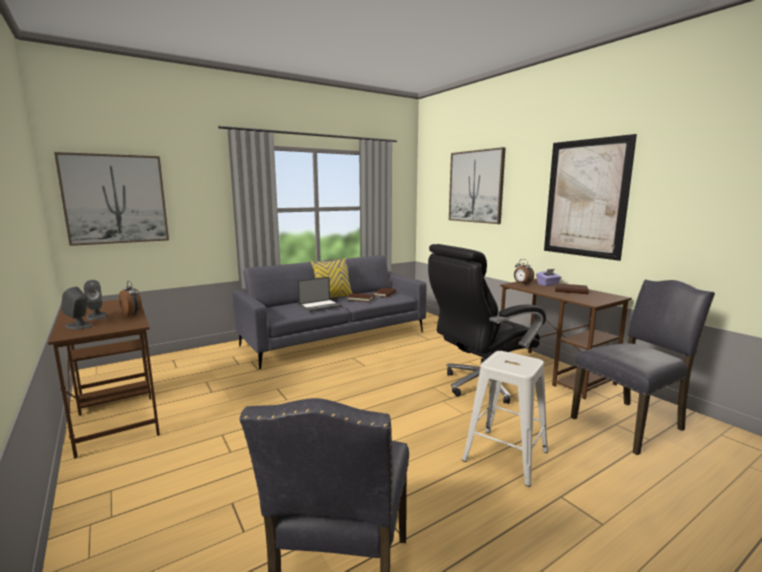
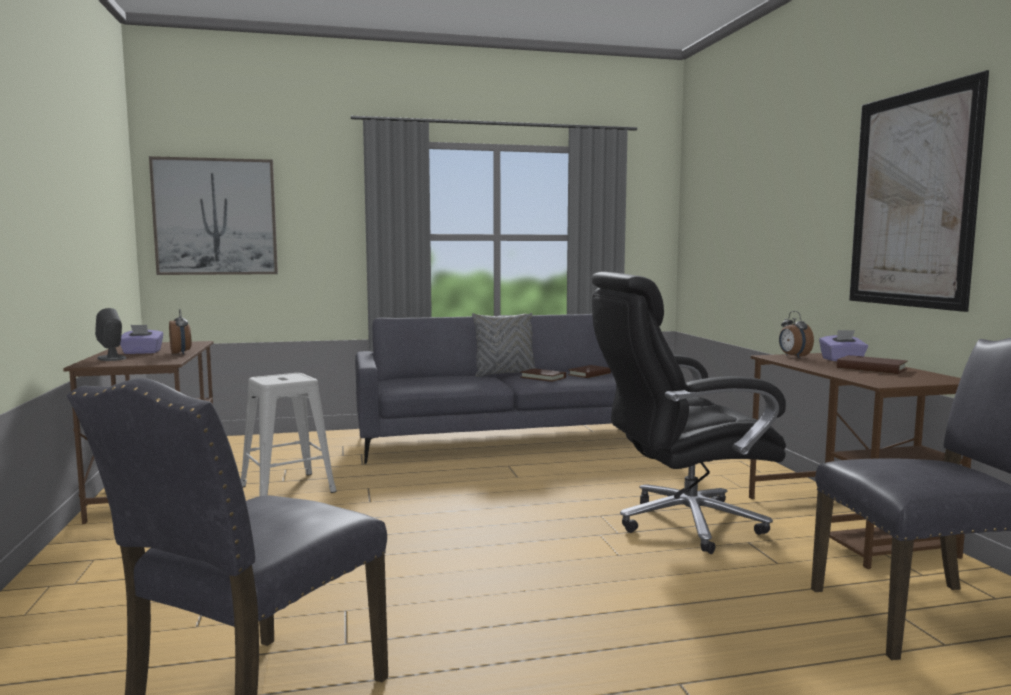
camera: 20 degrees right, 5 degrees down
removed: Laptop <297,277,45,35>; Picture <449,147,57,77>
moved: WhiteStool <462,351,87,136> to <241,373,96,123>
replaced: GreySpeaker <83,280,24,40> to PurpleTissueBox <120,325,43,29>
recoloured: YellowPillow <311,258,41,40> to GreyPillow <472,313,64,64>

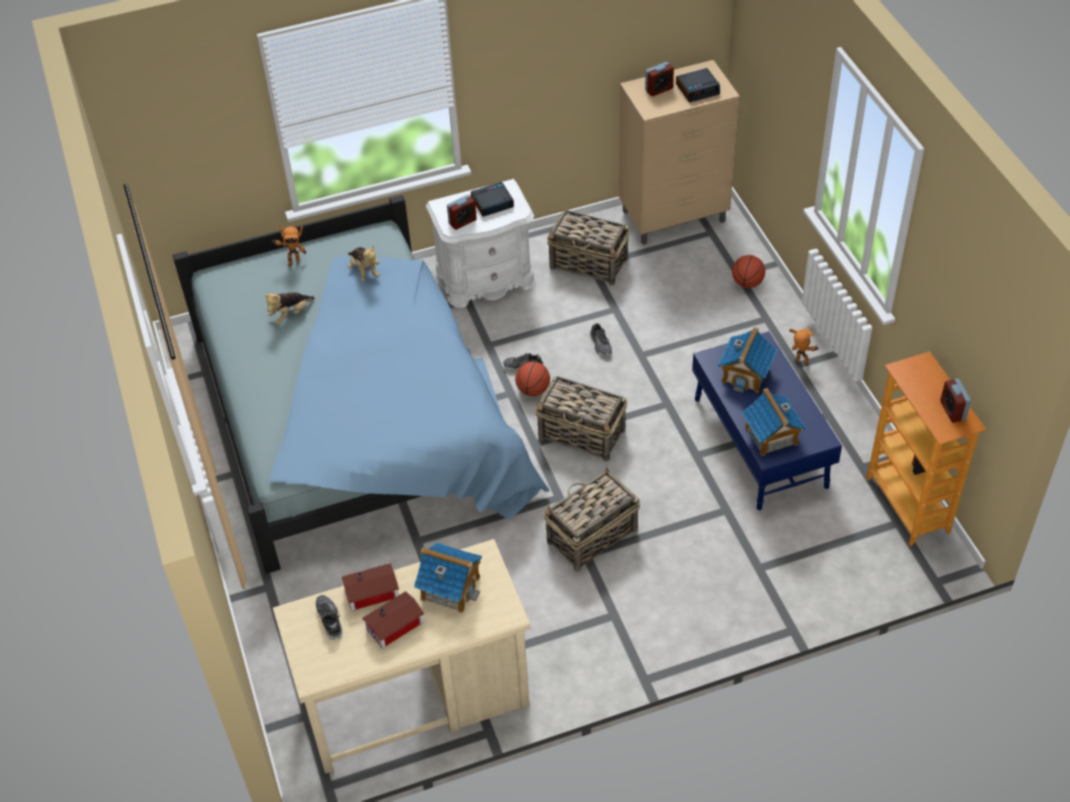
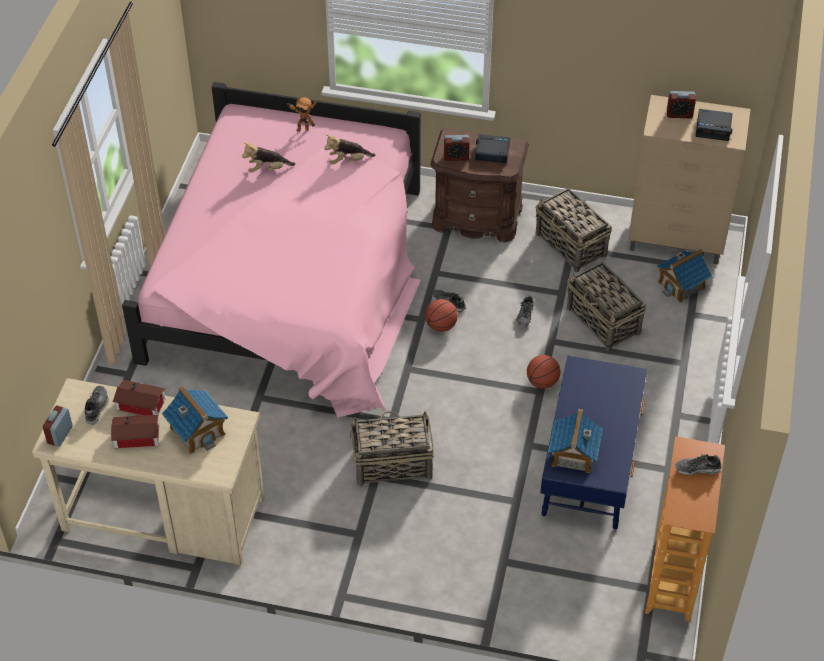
camera: 30 degrees right, 0 degrees up
removed: ToyRobot <789,328,29,37>
added: Shoe <676,454,46,21>
moved: Basket <535,376,92,86> to <567,262,79,89>; ToyHouse <718,327,59,66> to <657,249,55,54>; Basketball <732,255,33,33> to <527,355,33,34>; AlarmClock <940,379,31,44> to <43,405,30,42>
recoloured: BlueBed <172,195,377,379> to PinkBed <122,82,299,336>; WhiteNightstand <426,179,109,129> to BrownNightstand <430,128,99,115>
turned: PlushToy <348,246,31,35> = <325,134,51,30> 75 degrees clockwise

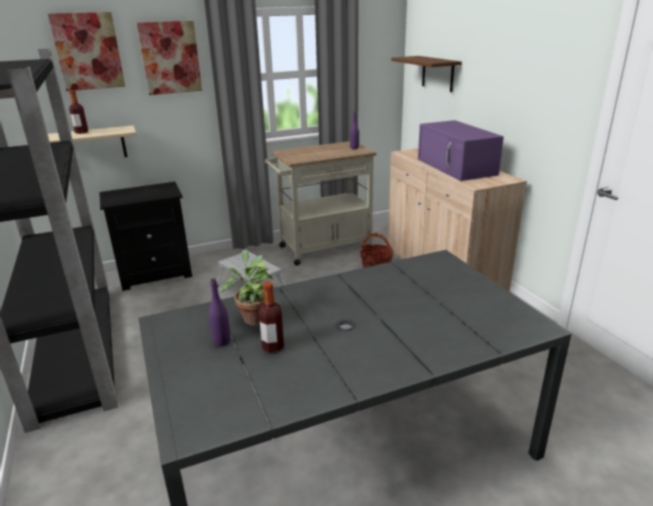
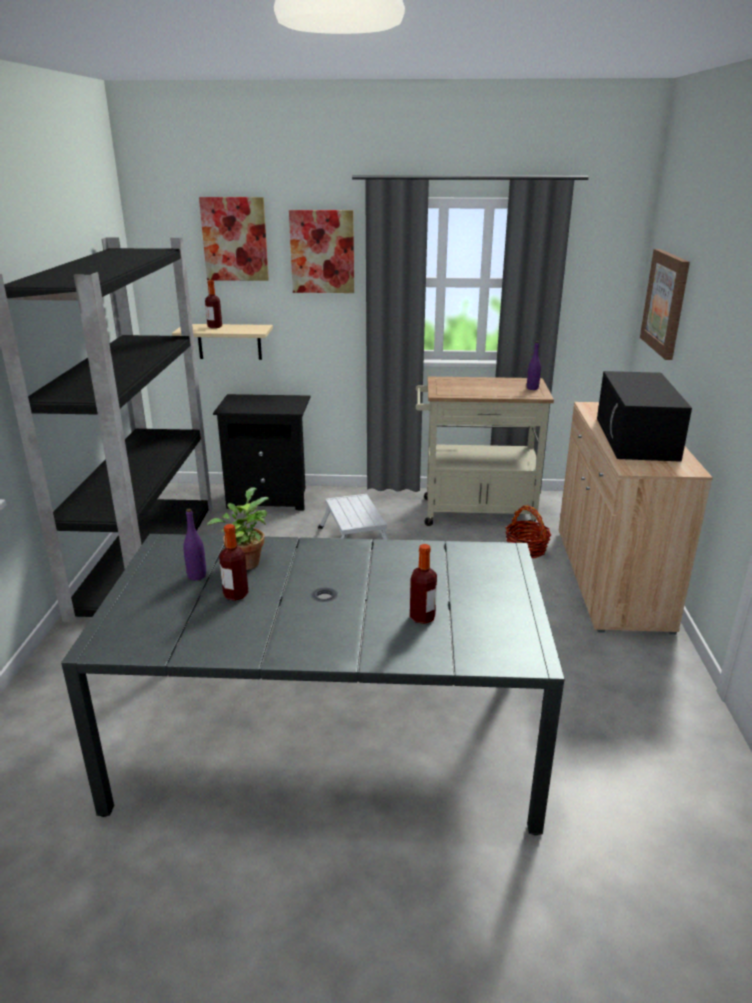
camera: 25 degrees right, 0 degrees up
added: Bottle <410,544,27,80>
replaced: BrownShelf <391,56,70,36> to Picture <640,249,50,111>
recoloured: PurpleMicrowave <418,120,86,61> to BlackMicrowave <597,371,95,91>

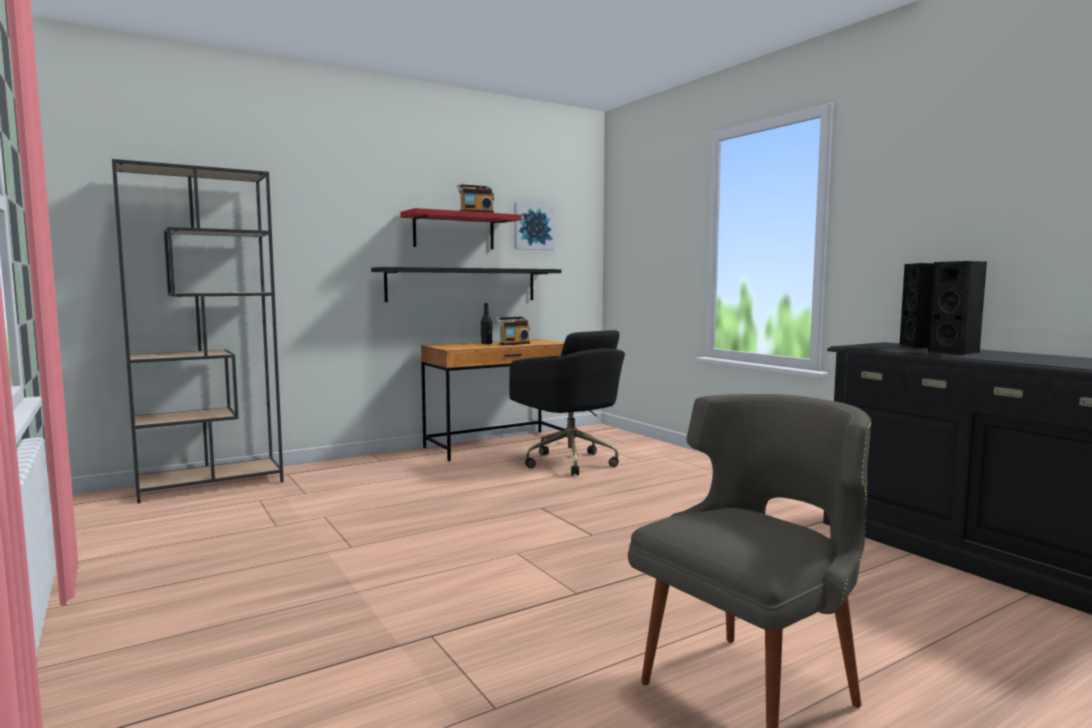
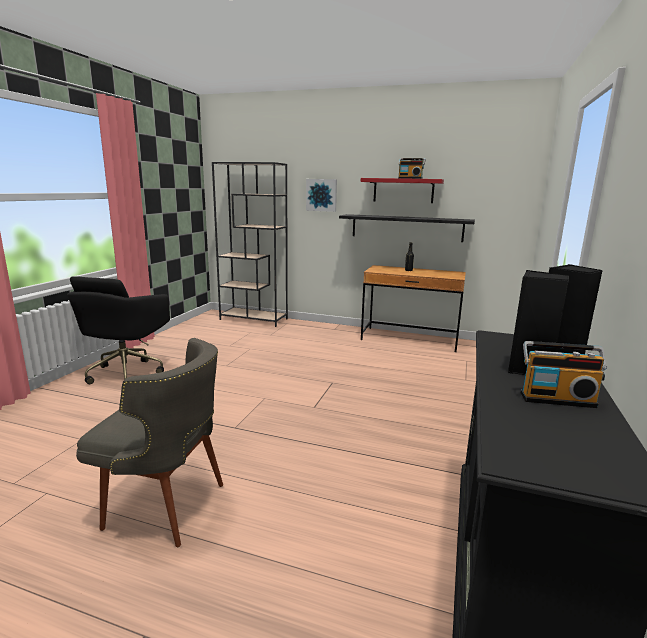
camera: 50 degrees right, 10 degrees up
moved: Radio <496,316,34,29> to <521,341,86,67>; BlackOfficeChair <509,330,116,146> to <67,276,103,108>; Picture <514,203,41,47> to <306,179,31,33>

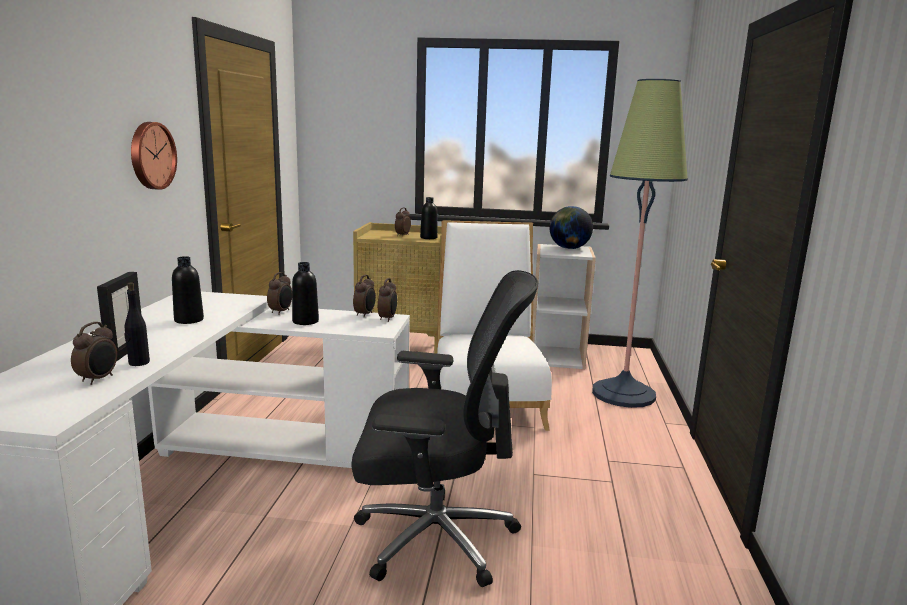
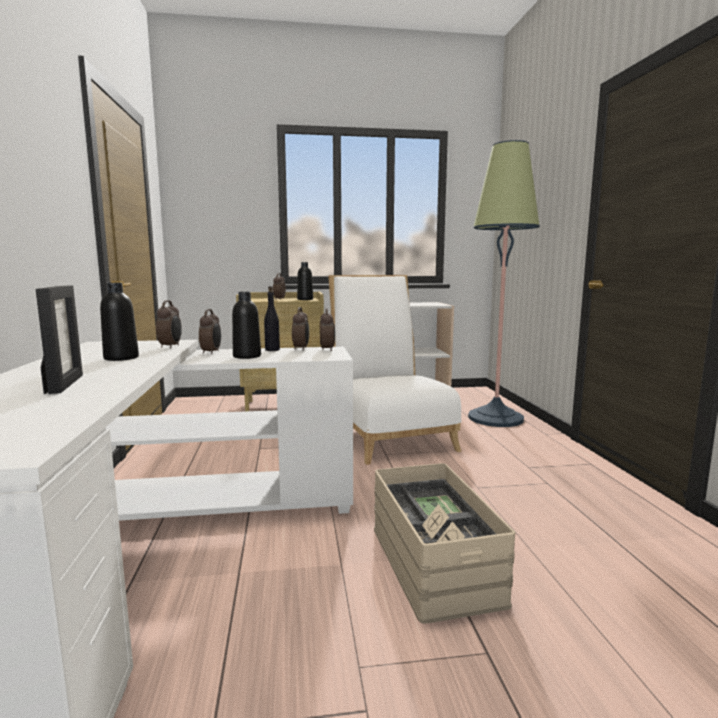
camera: 15 degrees left, 5 degrees down
removed: WallClock <131,122,46,68>; Globe <550,206,43,43>
moved: AlarmClock <71,322,46,63> to <156,300,26,48>; BlackBottle <124,282,26,84> to <264,286,16,65>
replaced: OfficeChair <351,270,187,317> to BeigeStorageBox <374,463,141,161>

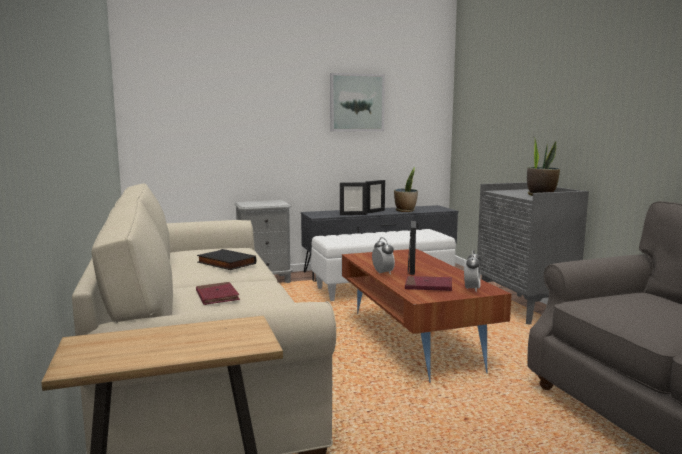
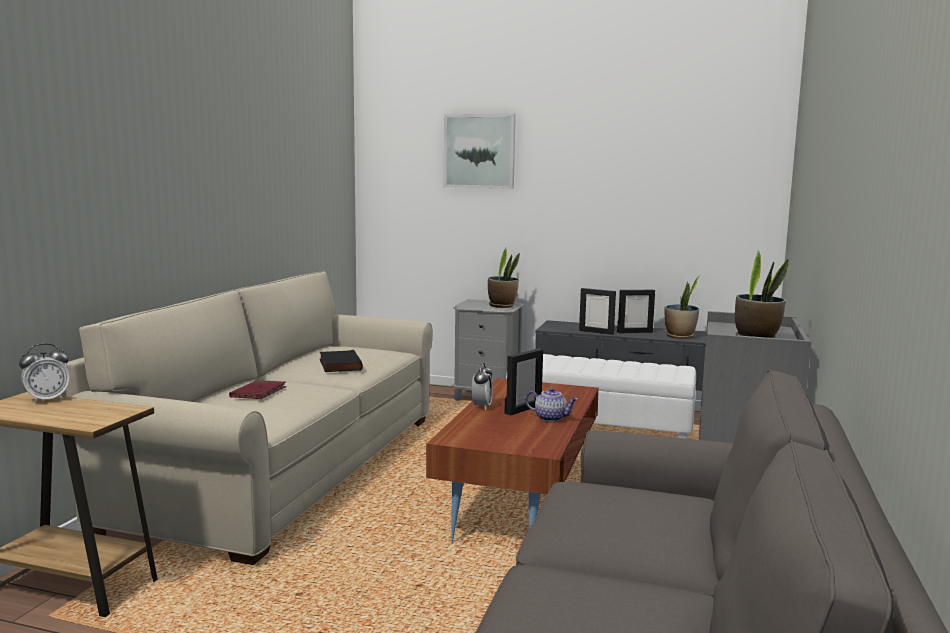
camera: 35 degrees right, 0 degrees up
removed: RedBook <405,276,47,15>
added: PottedPlant <488,247,32,61>; Teapot <526,388,52,34>
moved: Picture <330,73,55,58> to <444,114,72,75>; AlarmClock <464,249,17,43> to <19,344,51,60>

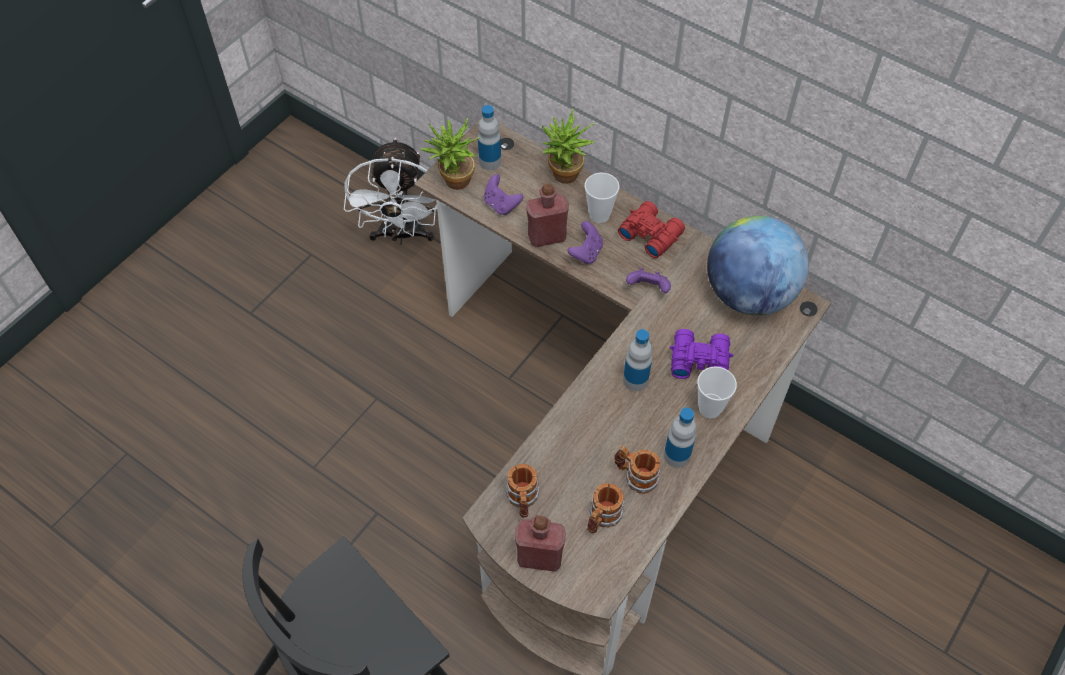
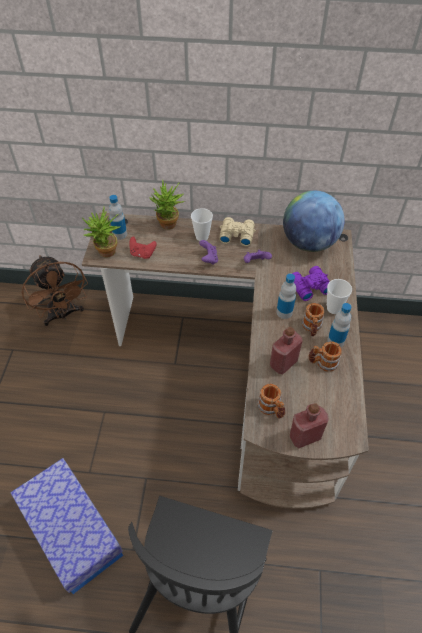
camera: 30 degrees left, 5 degrees down
added: StorageBox <11,458,112,136>
moved: RedBottle <526,184,43,63> to <270,327,32,47>; Mug <587,483,38,50> to <302,303,22,33>
recoloured: WhiteFan <344,138,93,106> to BrownFan <21,255,67,71>; PurpleGameController <484,174,39,41> to RedGameController <129,236,28,23>; RedBinoculars <618,201,67,57> to BeigeBinoculars <219,217,37,29>

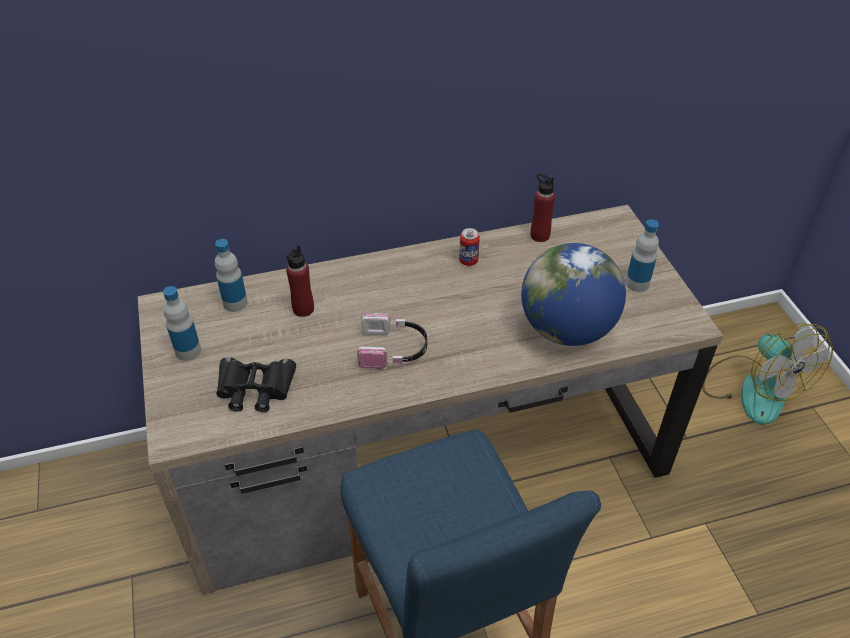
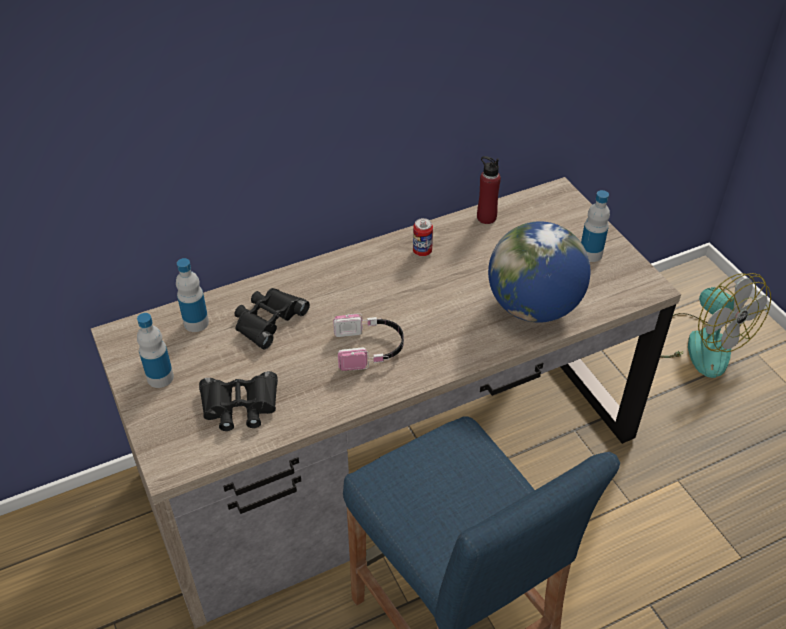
camera: 10 degrees left, 0 degrees up
replaced: RedBottle <286,245,28,72> to BlackBinoculars <235,288,75,61>

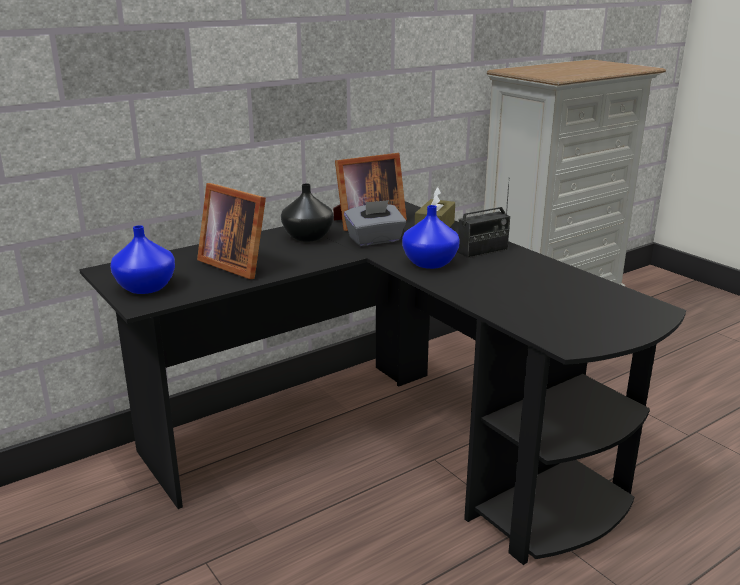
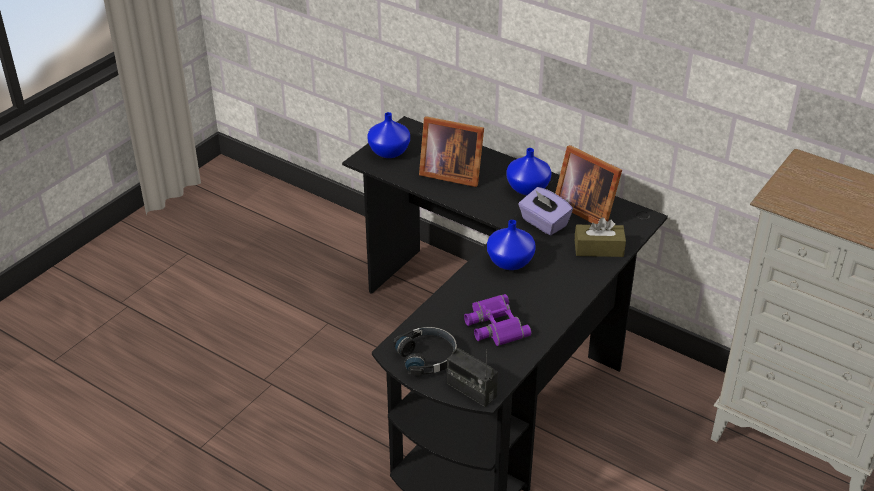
camera: 70 degrees right, 15 degrees up
added: BlackHeadphones <394,327,63,48>; PurpleBinoculars <464,294,67,52>
moved: Radio <457,177,53,81> to <447,348,51,59>
recoloured: BlackVase <281,184,52,58> to BlueVase <506,148,46,47>; GreyTissueBox <344,200,62,46> to PurpleTissueBox <518,187,55,48>
turned: PictureFrame <197,183,69,96> = <419,116,65,71> 90 degrees counterclockwise

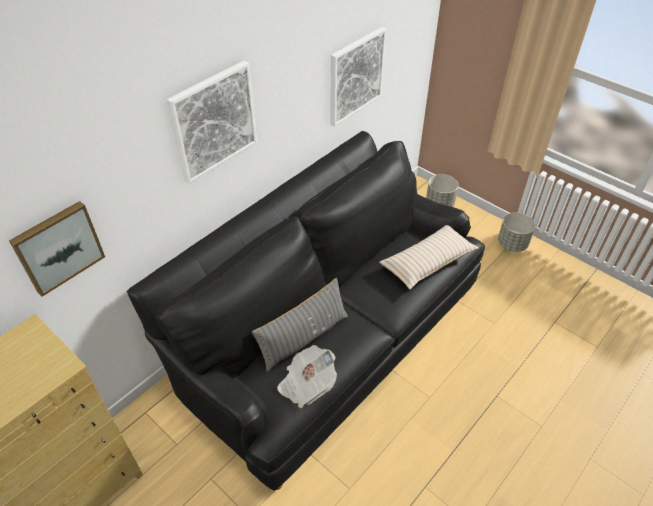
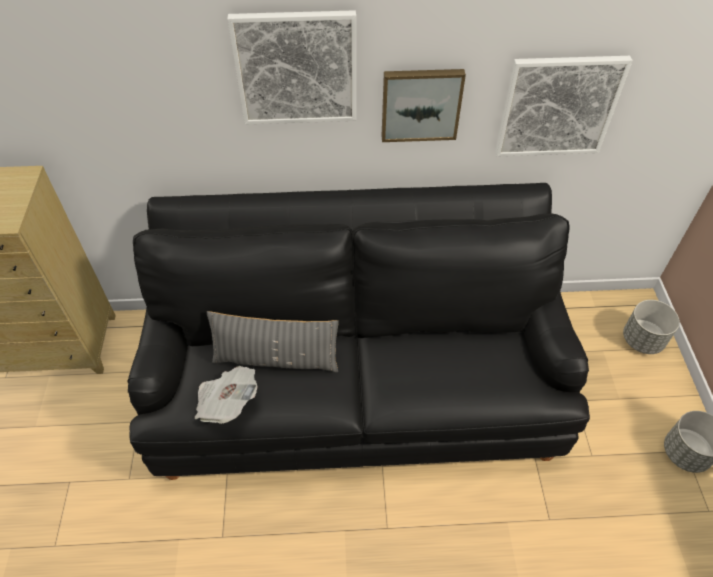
camera: 45 degrees right, 5 degrees up
removed: BeigePillow <379,225,100,65>
moved: Picture <9,201,96,96> to <381,69,85,73>

